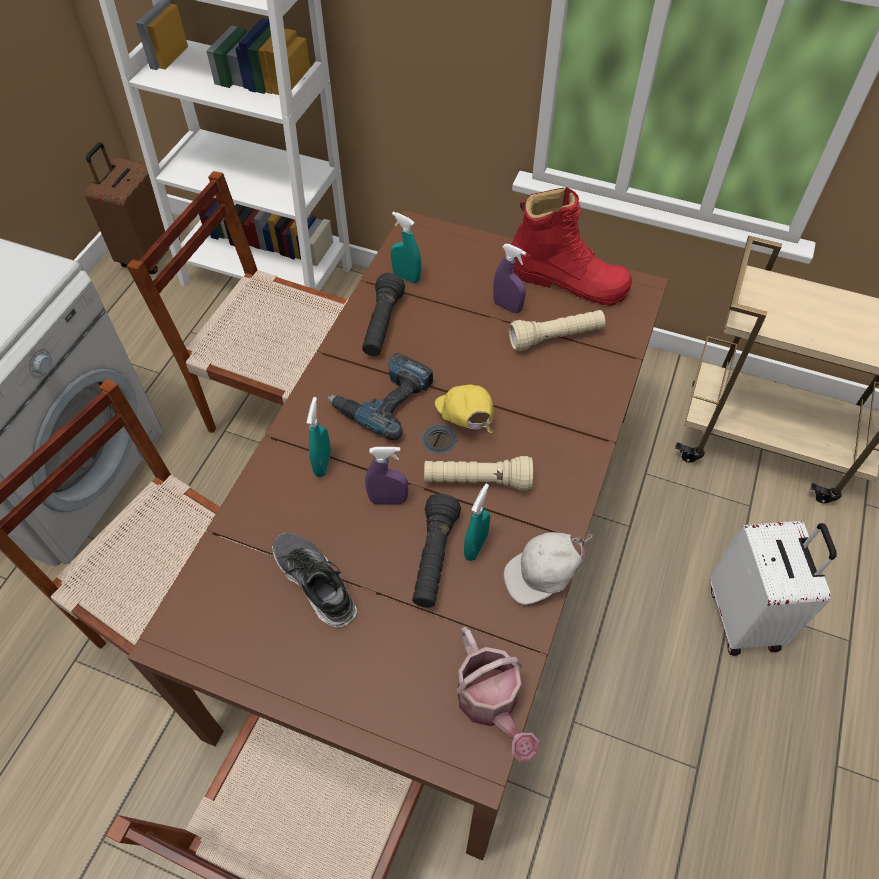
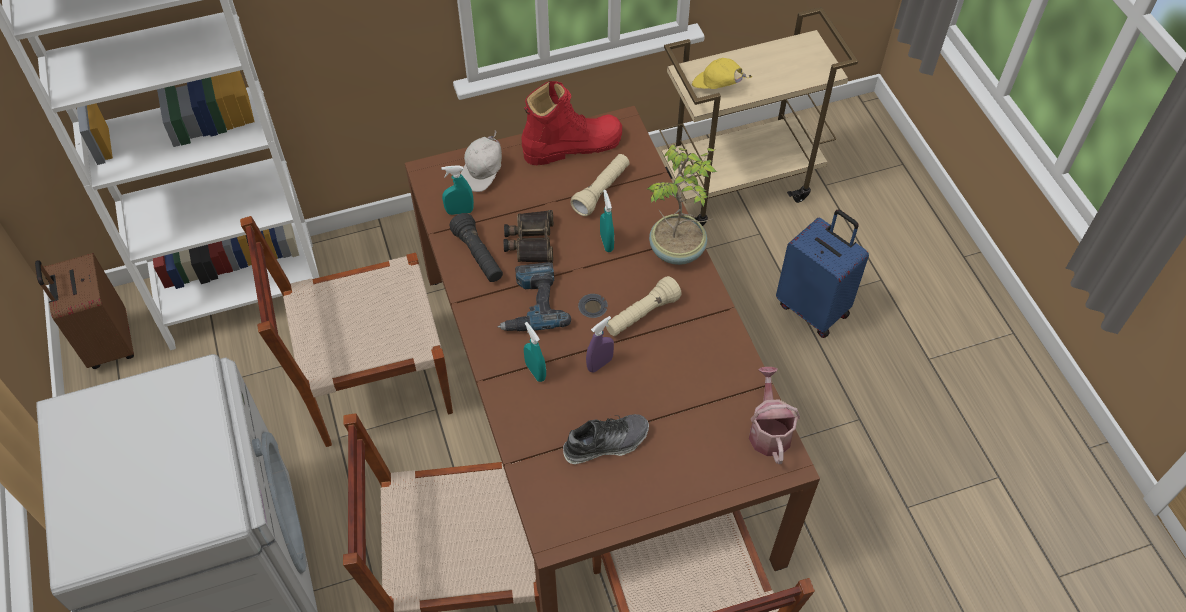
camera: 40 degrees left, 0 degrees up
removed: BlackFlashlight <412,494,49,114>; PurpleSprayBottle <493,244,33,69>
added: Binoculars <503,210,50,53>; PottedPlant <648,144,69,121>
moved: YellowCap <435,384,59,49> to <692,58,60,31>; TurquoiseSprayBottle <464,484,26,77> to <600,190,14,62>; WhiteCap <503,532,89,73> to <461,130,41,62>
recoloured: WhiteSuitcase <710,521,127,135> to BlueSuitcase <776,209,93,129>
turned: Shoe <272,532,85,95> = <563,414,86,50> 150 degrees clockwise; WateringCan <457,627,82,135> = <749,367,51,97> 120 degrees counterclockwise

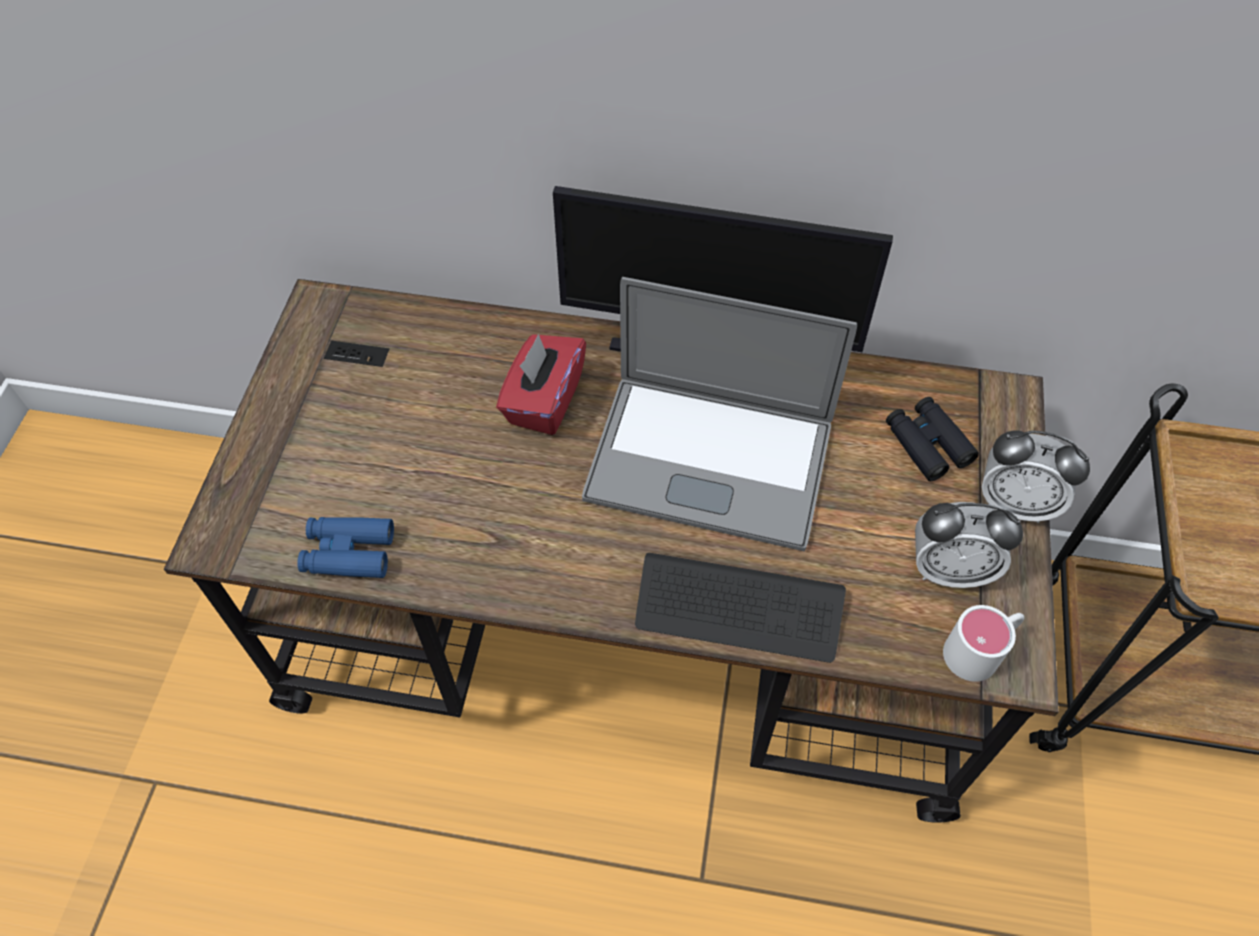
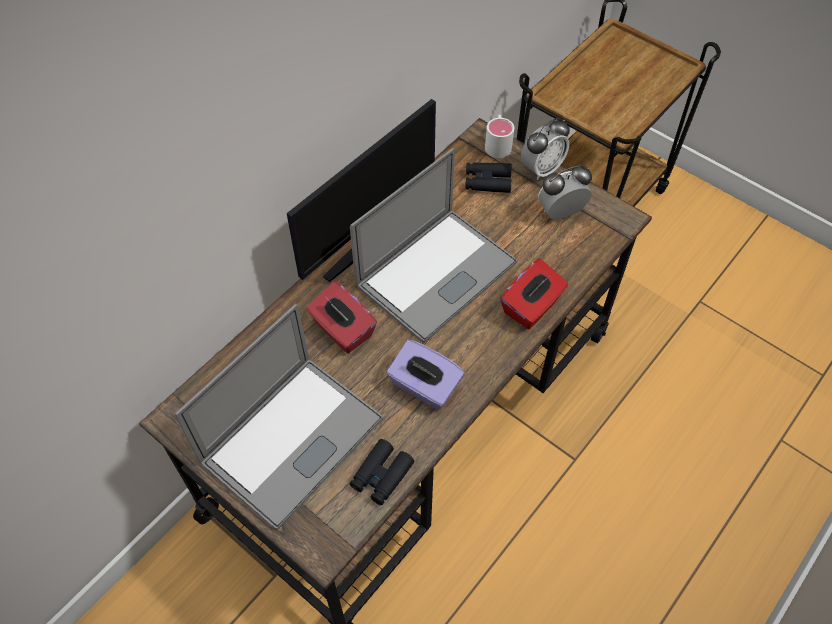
camera: 60 degrees left, 0 degrees up
added: Laptop <175,304,208,226>; PurpleTissueBox <387,340,78,70>
moved: WhiteMug <943,605,81,77> to <485,114,29,44>
replaced: Keyboard <635,553,211,110> to RedTissueBox <500,259,68,70>
recoloured: BlueBinoculars <297,517,97,61> to BlackBinoculars <350,439,64,66>
turned: AlarmClock <915,502,108,86> = <538,165,54,55> 150 degrees counterclockwise

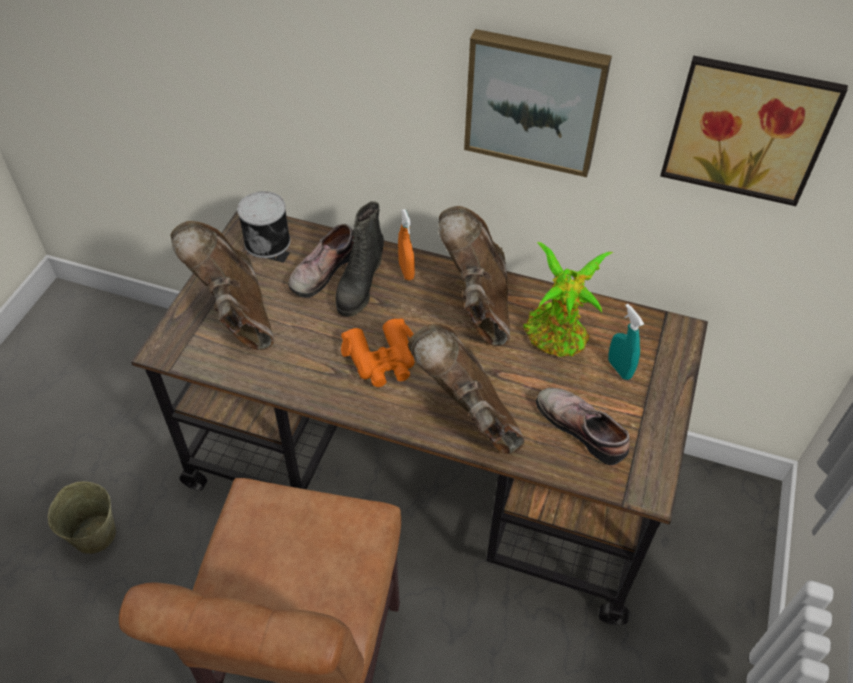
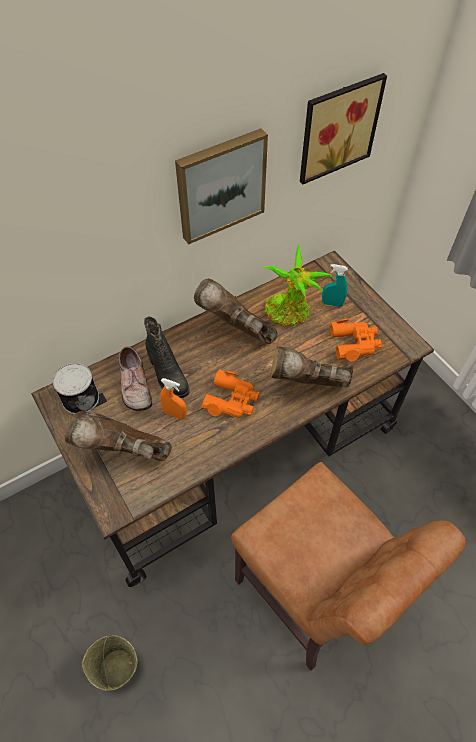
camera: 50 degrees left, 5 degrees up
moved: OrangeSprayBottle <398,209,17,71> to <160,378,27,41>
replaced: Shoe <536,388,94,77> to OrangeBinoculars <330,318,52,43>

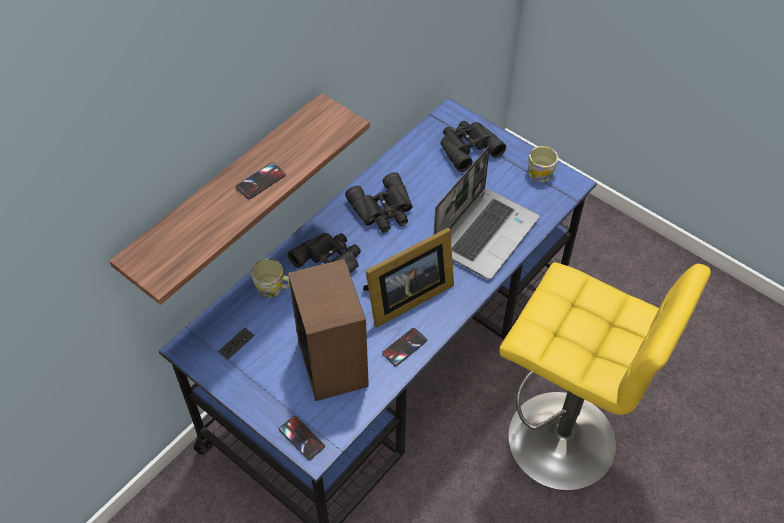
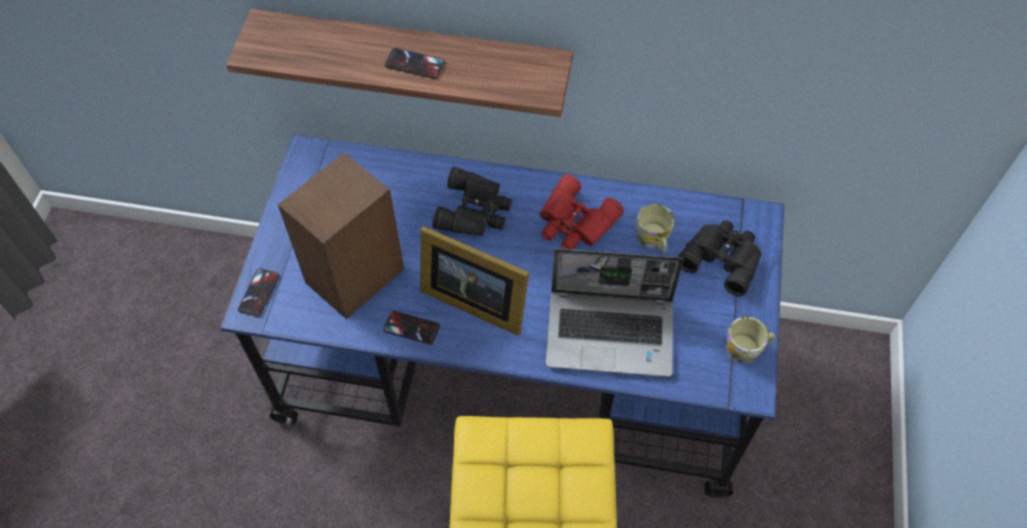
camera: 60 degrees right, 5 degrees up
moved: Mug <251,259,39,39> to <636,204,38,49>
recoloured: BlackBinoculars <345,172,68,61> to RedBinoculars <540,174,84,75>

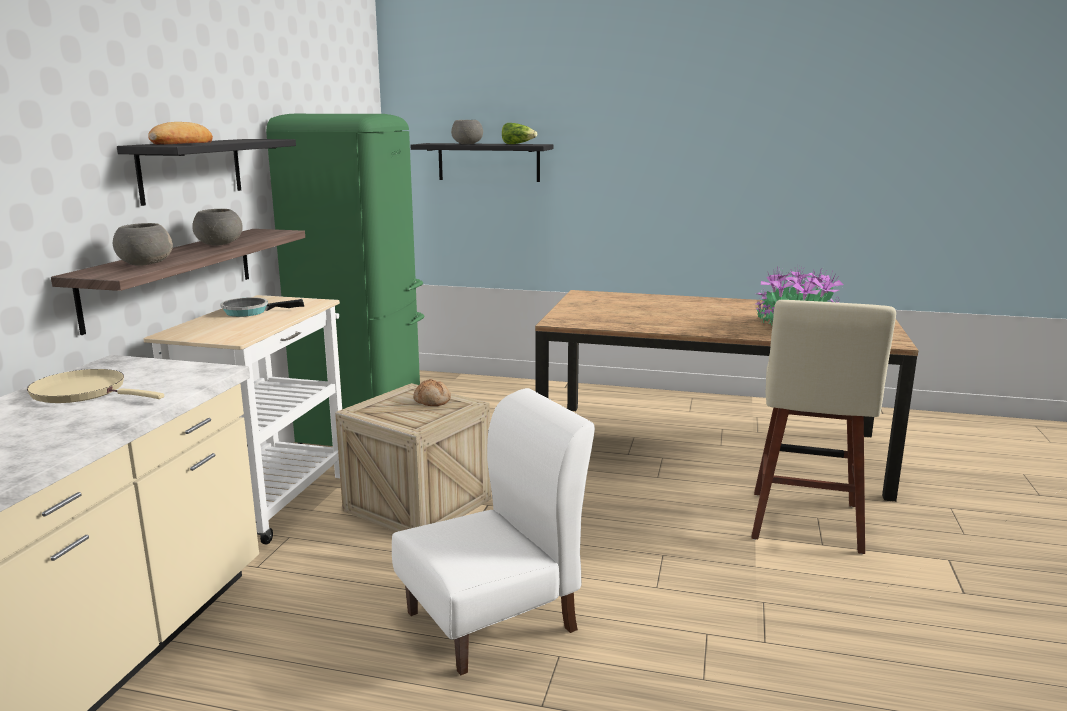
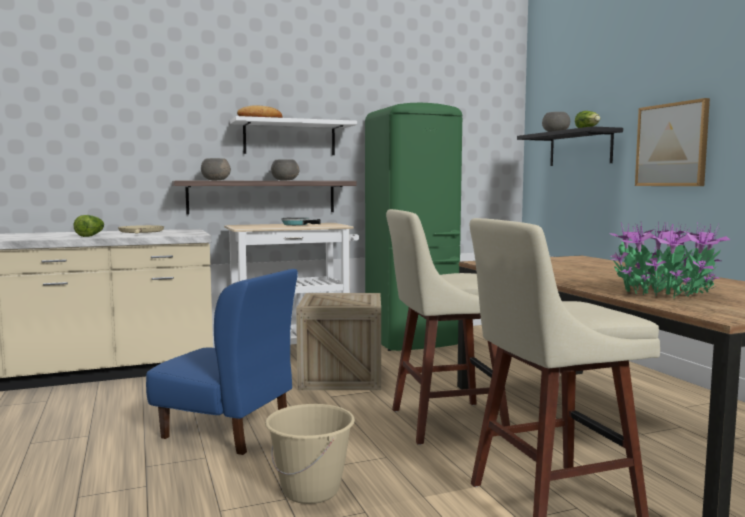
camera: 55 degrees right, 10 degrees down
removed: Bread <413,379,38,27>
added: Lettuce <73,215,31,22>; BeigeBucket <265,404,90,100>; BeigeStool <386,209,124,236>; Picture <635,98,75,88>
recoloured: BlackShelf <117,139,179,67> to WhiteShelf <230,116,127,39>; WhiteChair <392,388,203,287> to BlueChair <146,269,152,186>

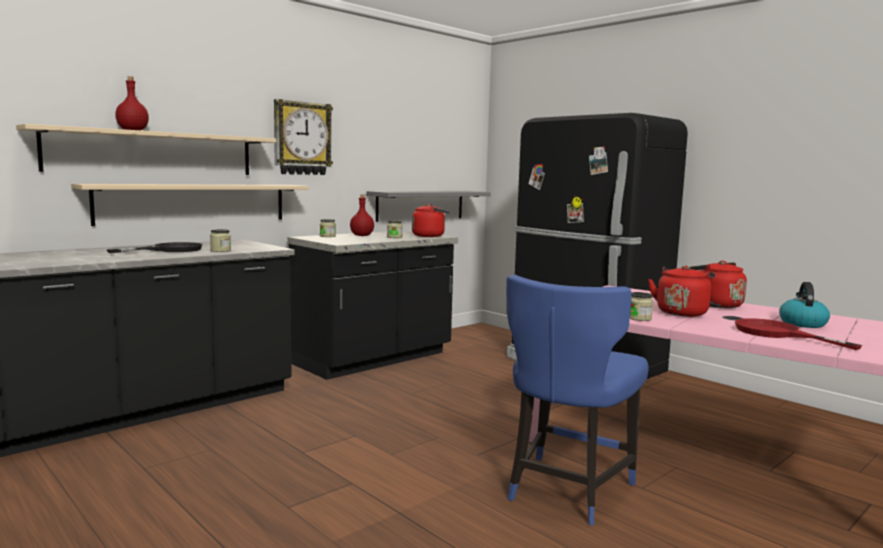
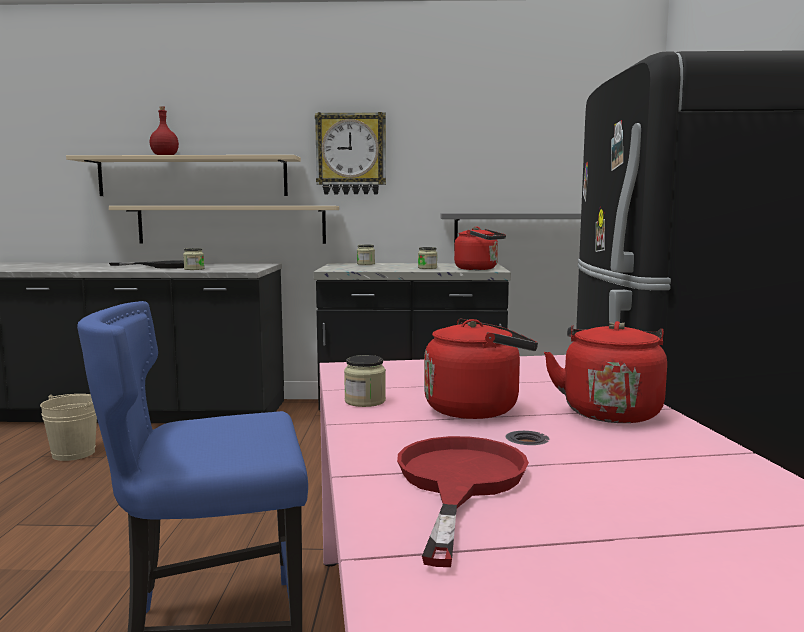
camera: 45 degrees right, 0 degrees up
removed: RedBottle <350,194,24,42>; Kettle <779,282,51,46>
added: BeigeBucket <40,394,57,67>

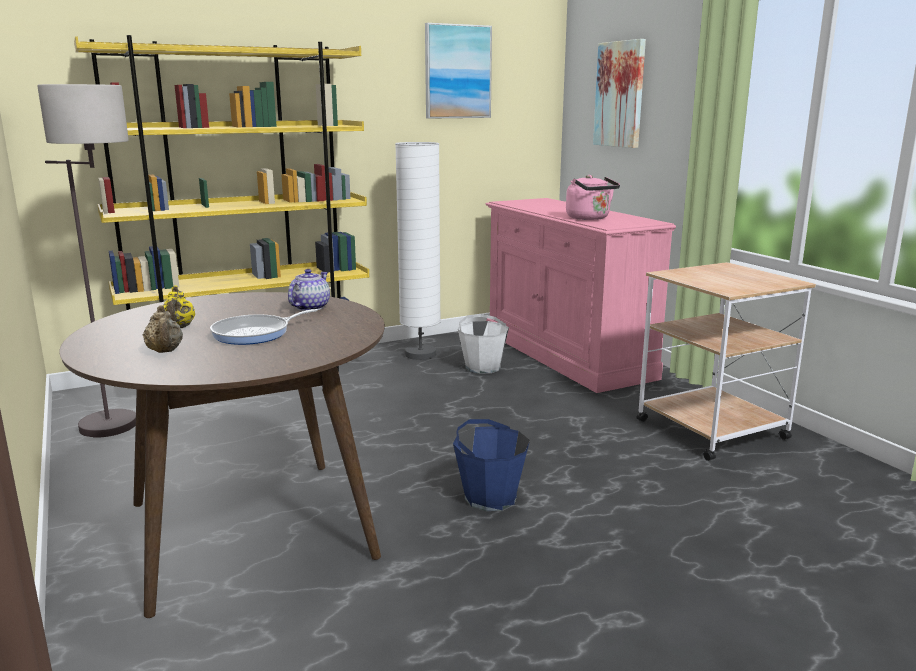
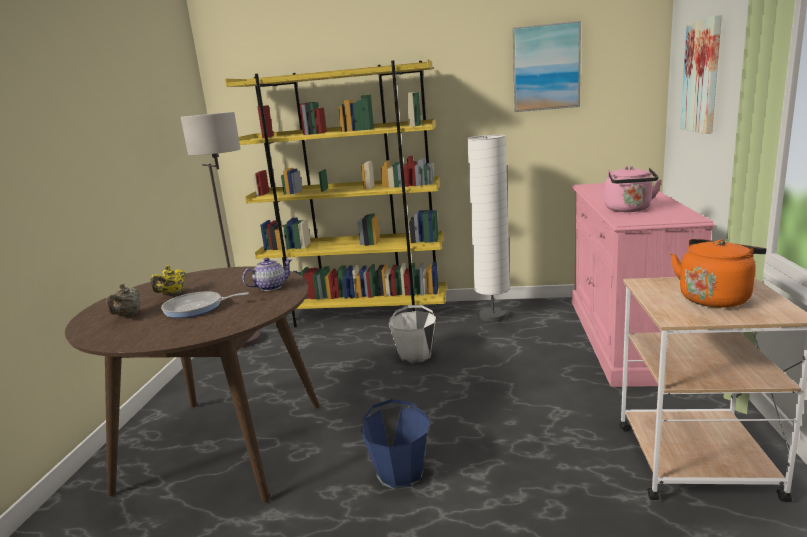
camera: 35 degrees right, 0 degrees up
added: OrangeKettle <671,239,95,69>
moved: WhiteBucket <458,314,51,60> to <388,305,48,58>

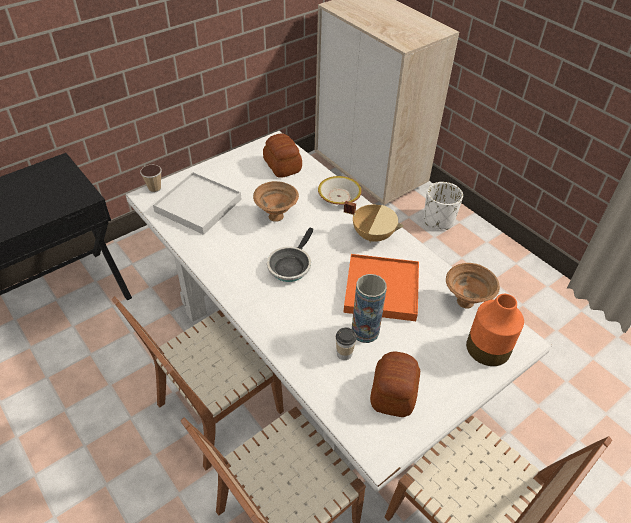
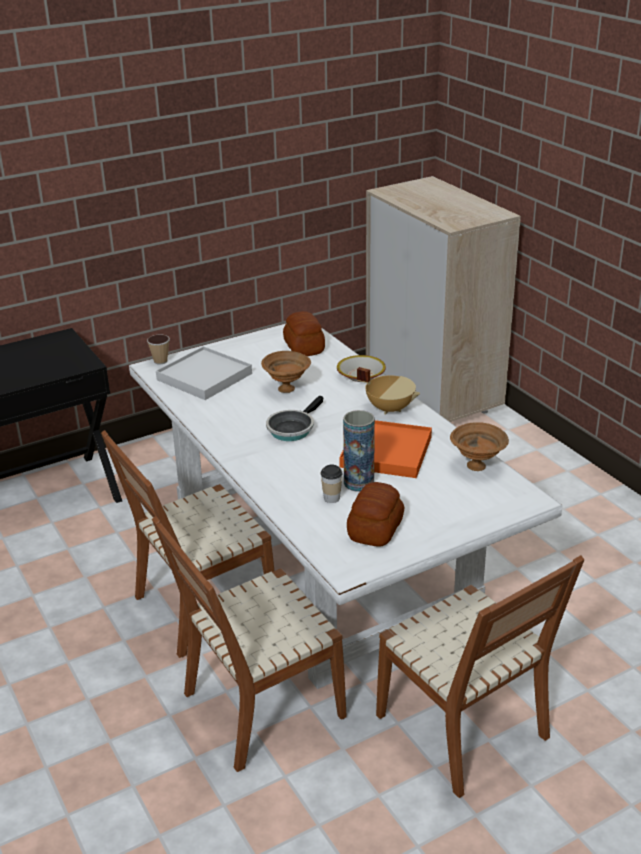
camera: 10 degrees right, 15 degrees down
removed: WhitePlanter <424,182,39,48>; OrangeVase <466,294,58,72>

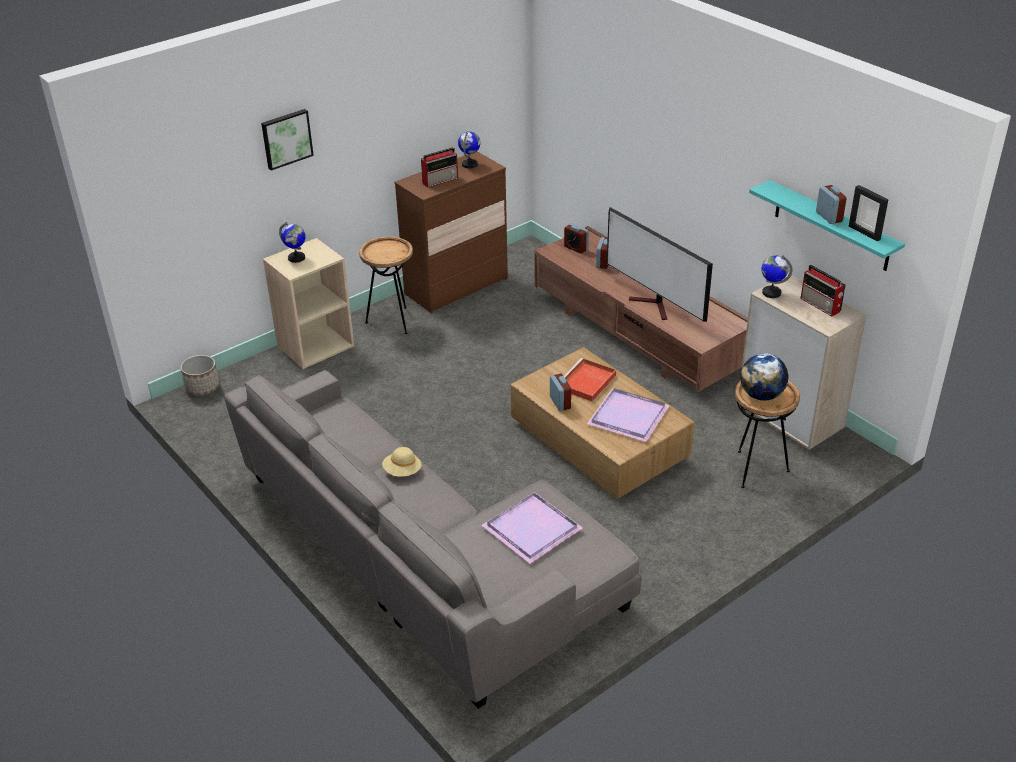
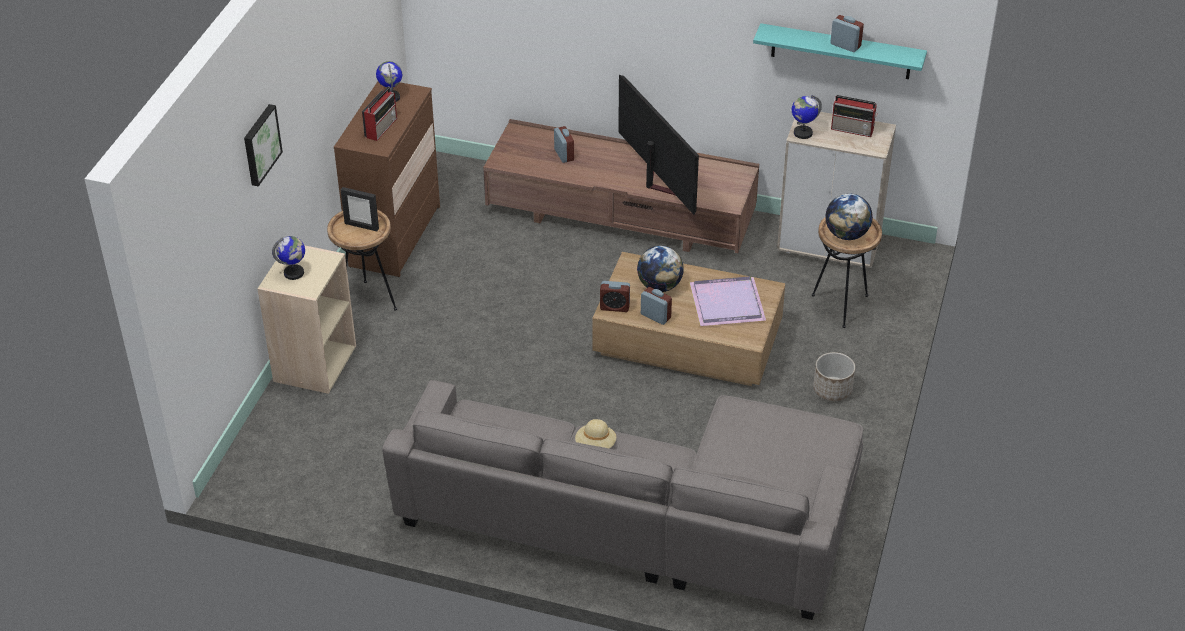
camera: 35 degrees left, 5 degrees up
removed: PurpleTray <481,492,102,71>
moved: Planter <181,355,38,41> to <813,352,42,49>; AlarmClock <564,223,25,31> to <600,281,30,31>; PictureFrame <849,185,39,56> to <341,187,38,44>
replaced: RedTray <564,358,52,44> to Globe <637,246,47,46>
turned: Television <607,207,106,115> = <618,75,81,140> 135 degrees counterclockwise

